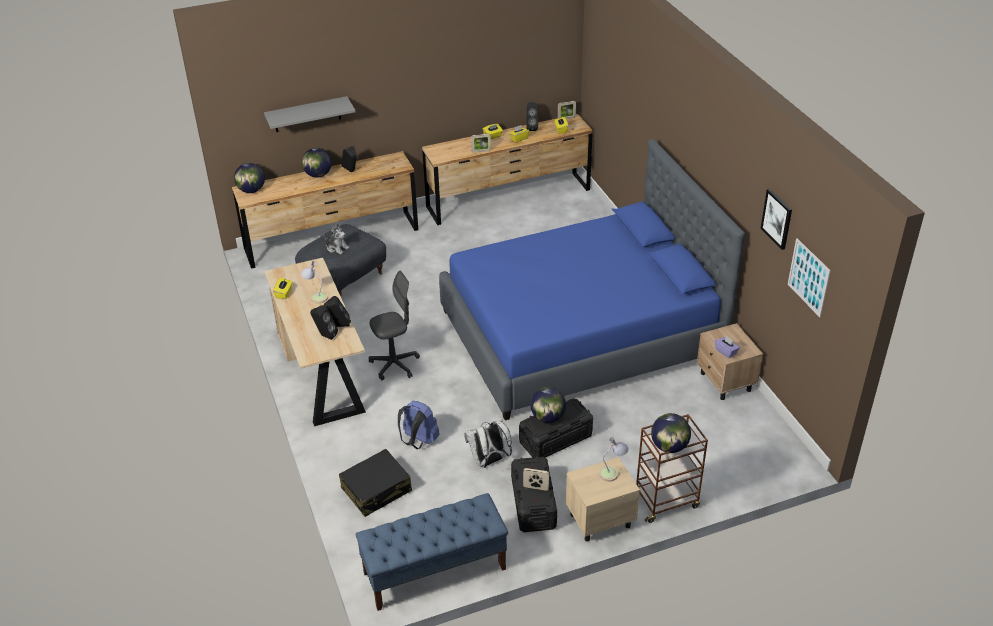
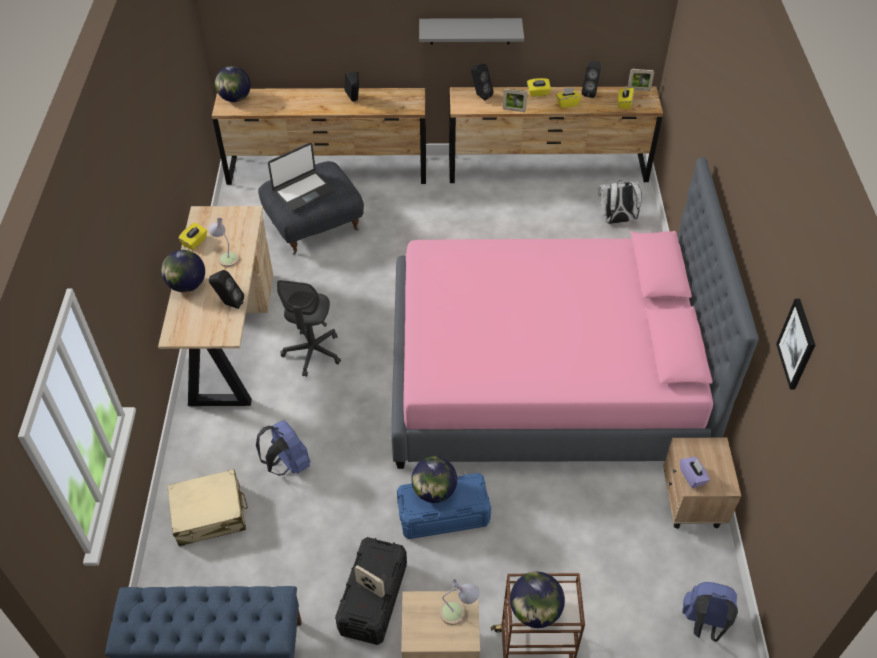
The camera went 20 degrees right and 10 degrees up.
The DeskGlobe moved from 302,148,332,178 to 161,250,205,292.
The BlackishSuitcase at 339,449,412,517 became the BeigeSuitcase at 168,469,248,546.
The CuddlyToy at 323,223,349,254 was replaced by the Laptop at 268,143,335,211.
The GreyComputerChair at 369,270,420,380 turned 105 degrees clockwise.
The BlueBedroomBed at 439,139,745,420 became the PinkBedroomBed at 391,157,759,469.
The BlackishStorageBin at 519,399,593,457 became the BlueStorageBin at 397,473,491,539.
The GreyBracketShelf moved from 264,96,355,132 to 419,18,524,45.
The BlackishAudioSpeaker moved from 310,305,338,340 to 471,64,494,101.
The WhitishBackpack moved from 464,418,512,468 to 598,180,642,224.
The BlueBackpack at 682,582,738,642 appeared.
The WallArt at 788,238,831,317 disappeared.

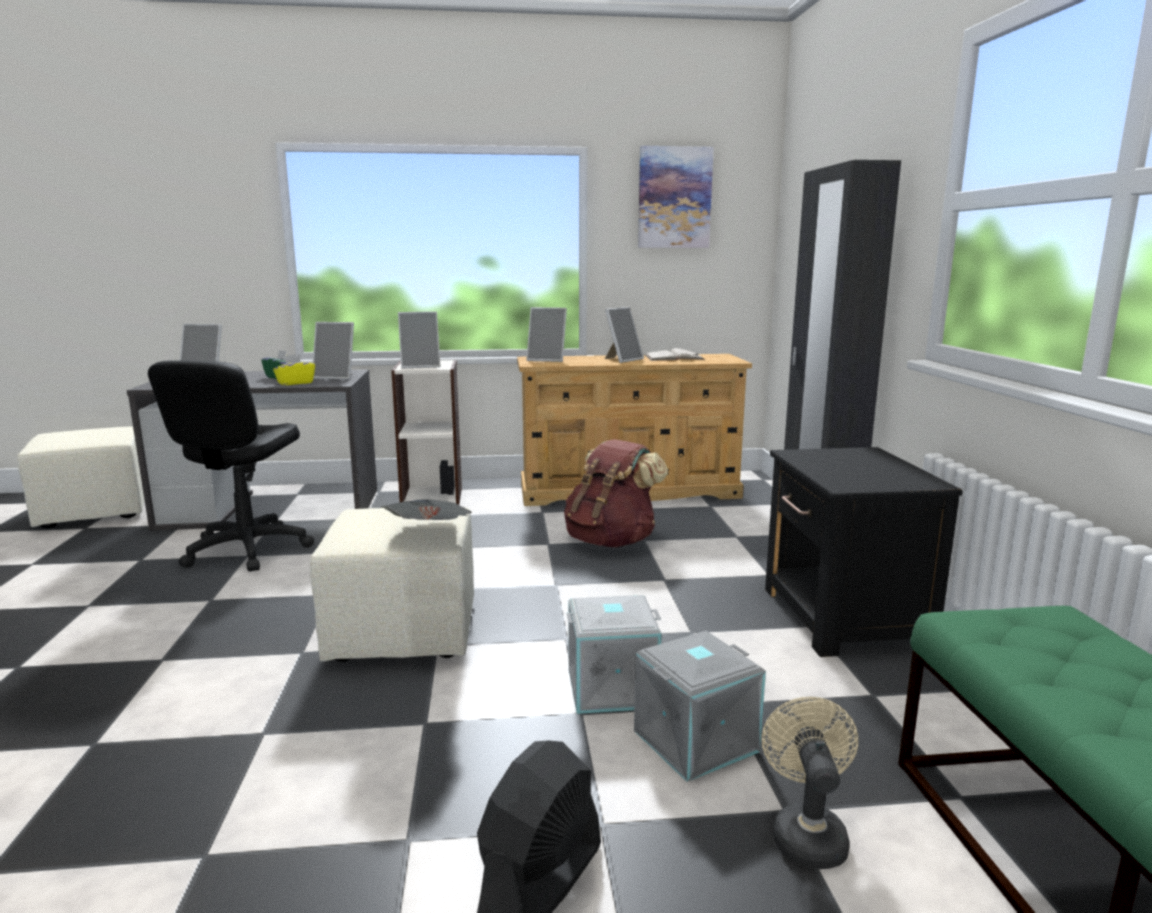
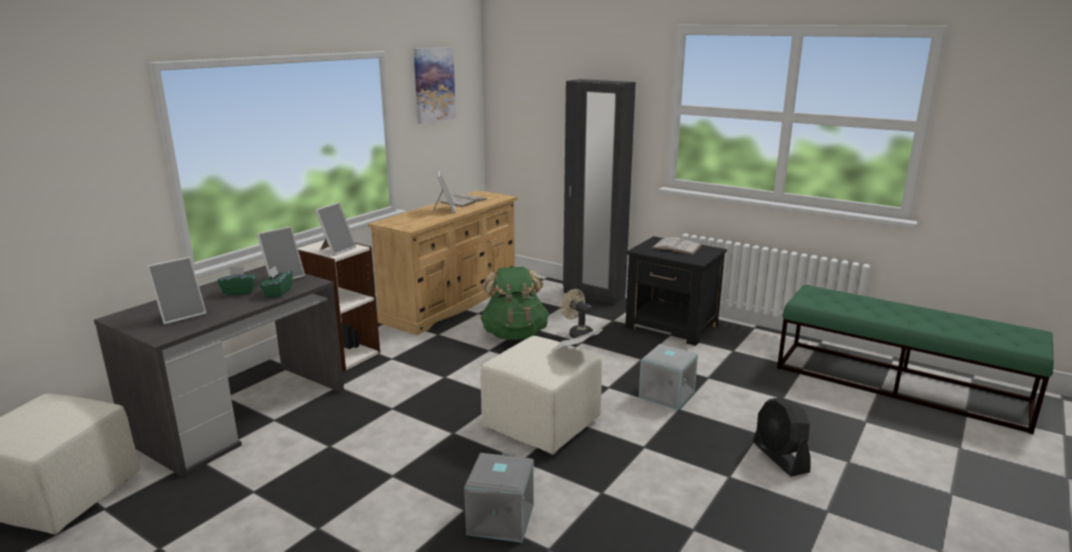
The camera went 50 degrees left and 5 degrees up.
The YellowColouredTissueHolder at 273,354,315,385 became the GreenTissueHolder at 260,266,293,297.
The GreyStorageBin moved from 634,631,766,782 to 464,453,534,543.
The BrownBackpack at 564,439,668,547 became the GreenBackpack at 480,267,549,339.
The BeigeElectricFan moved from 762,697,858,869 to 561,289,594,339.
The WhitishVolume at 651,236,702,255 appeared.
The BlackishComputerChair at 148,360,314,572 disappeared.
The StandingFrame at 526,307,567,362 disappeared.

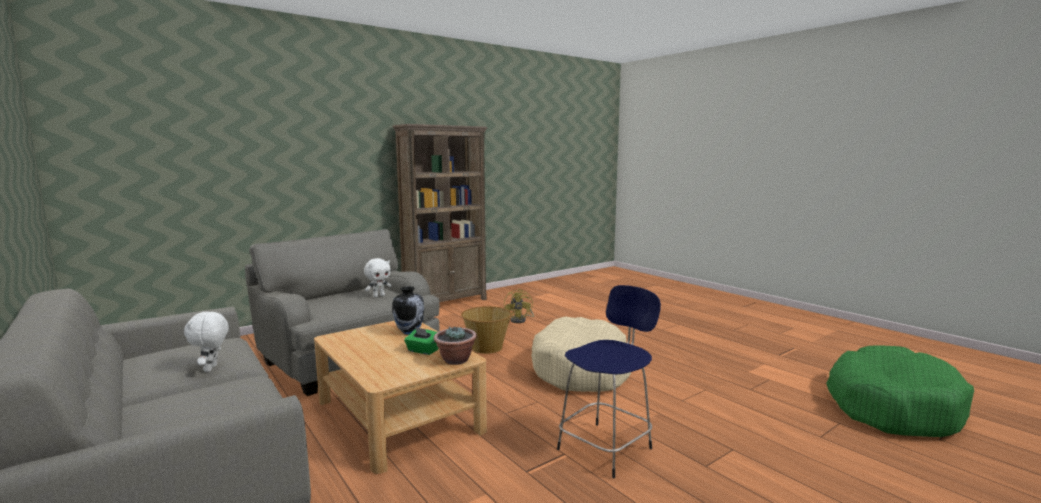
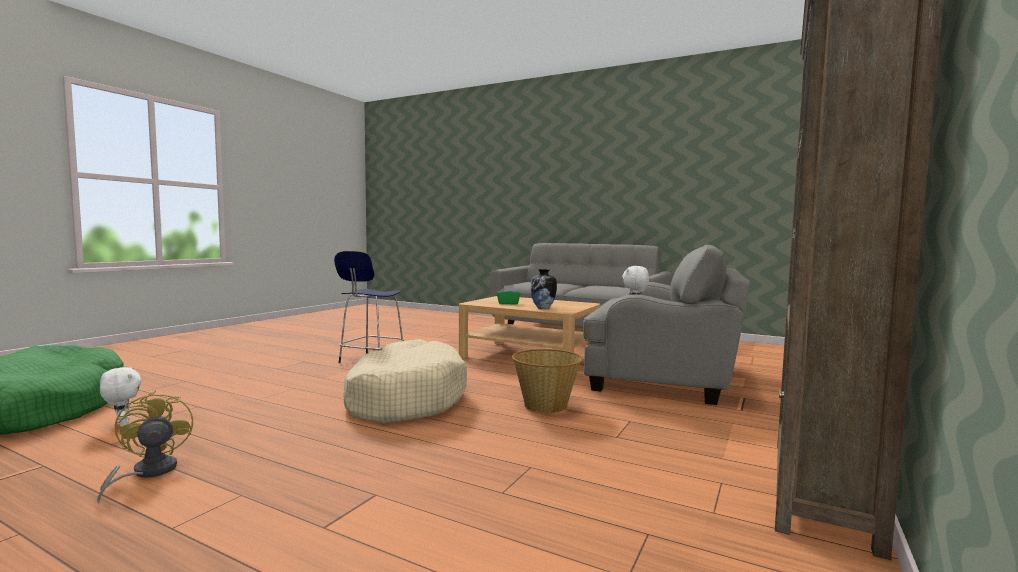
The camera went 155 degrees right and 5 degrees down.
The YellowColouredElectricFan moved from 504,289,534,323 to 97,391,193,503.
The WhitishCuddlyToy moved from 184,312,229,372 to 100,367,141,427.
The PlantInAPot at 434,327,477,365 disappeared.

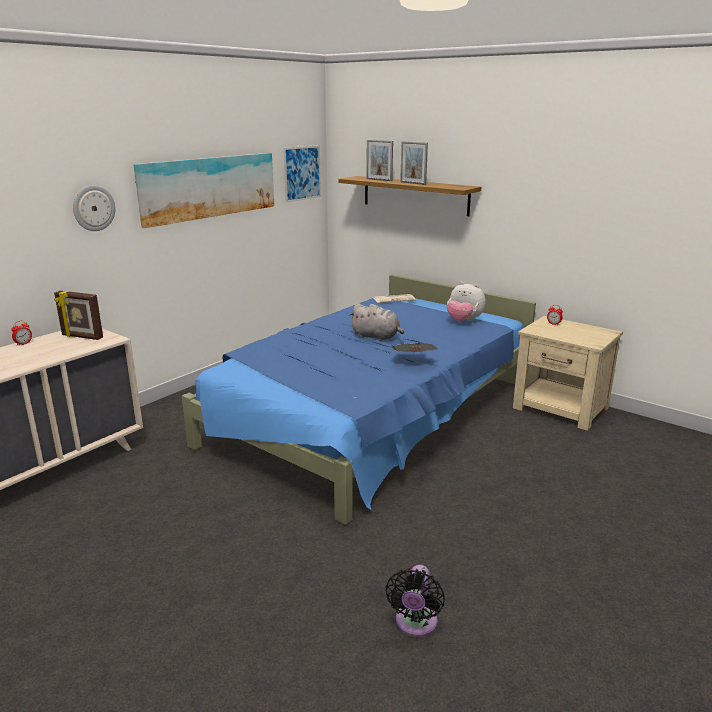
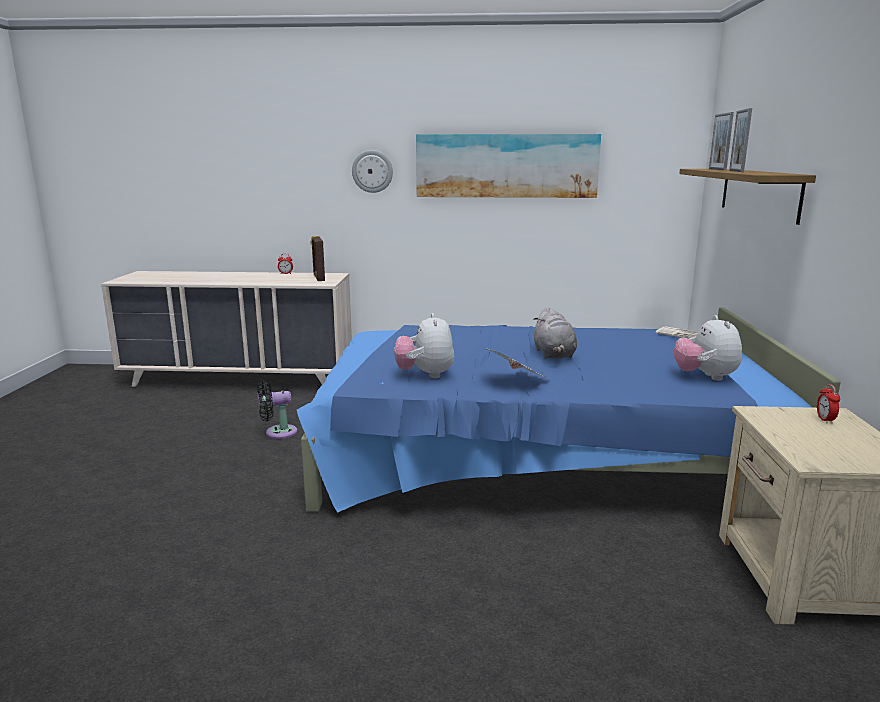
The camera went 55 degrees right and 5 degrees down.
The BlackishElectricFan moved from 386,565,445,637 to 257,380,297,439.
The CuddlyToy at 394,313,454,378 appeared.
The WallArt at 283,145,321,203 disappeared.

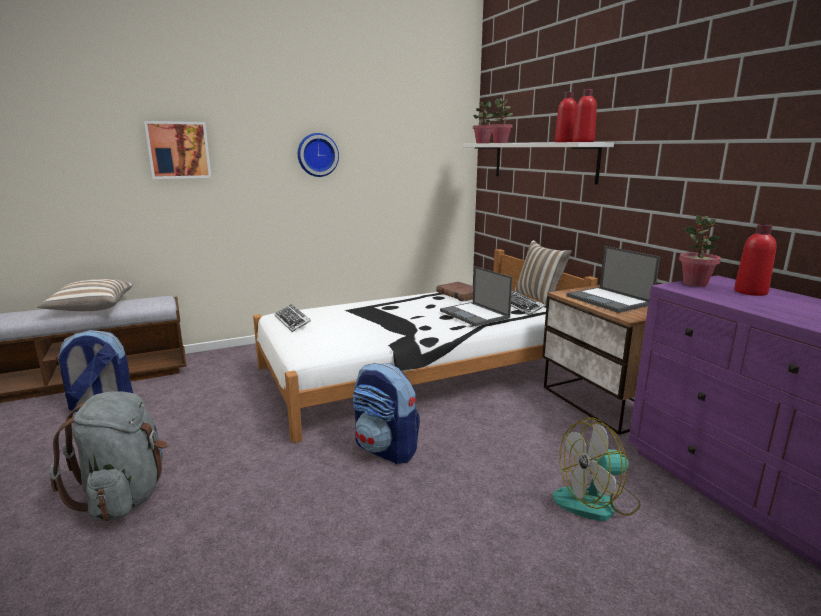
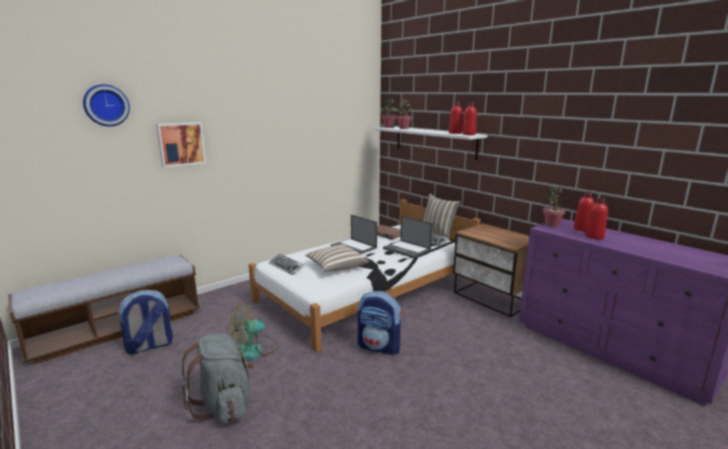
The camera went 15 degrees left and 0 degrees up.
The HangingClock moved from 298,133,339,177 to 83,84,130,126.
The ElectricFan moved from 552,417,641,521 to 230,303,279,360.
The ThrowPillow moved from 37,279,132,311 to 305,245,369,272.
The Laptop moved from 566,246,660,313 to 331,215,377,254.
The ReddishDrinkBottle at 585,197,608,239 appeared.

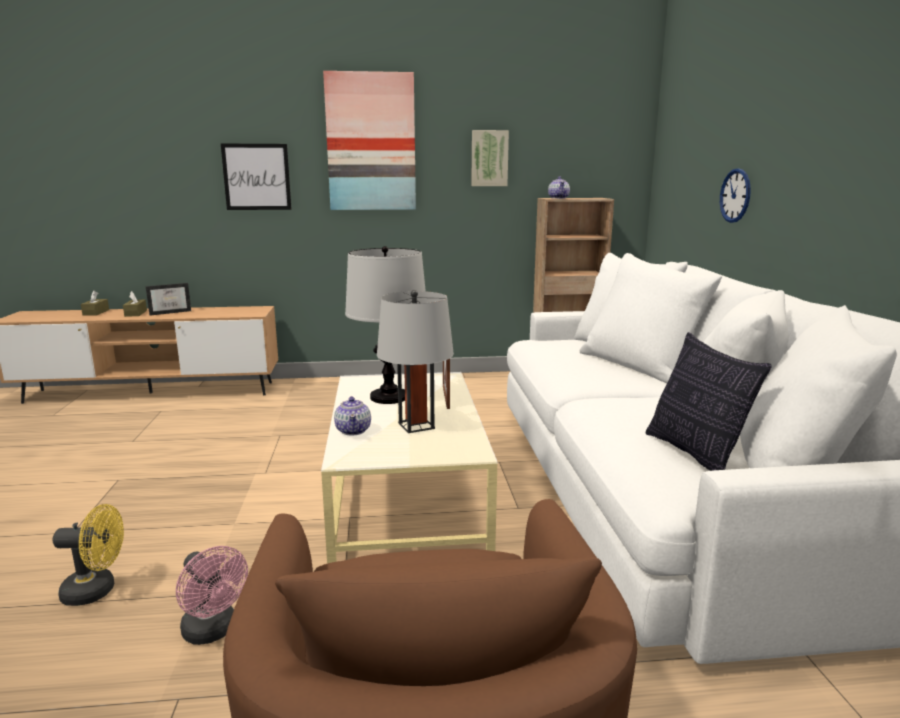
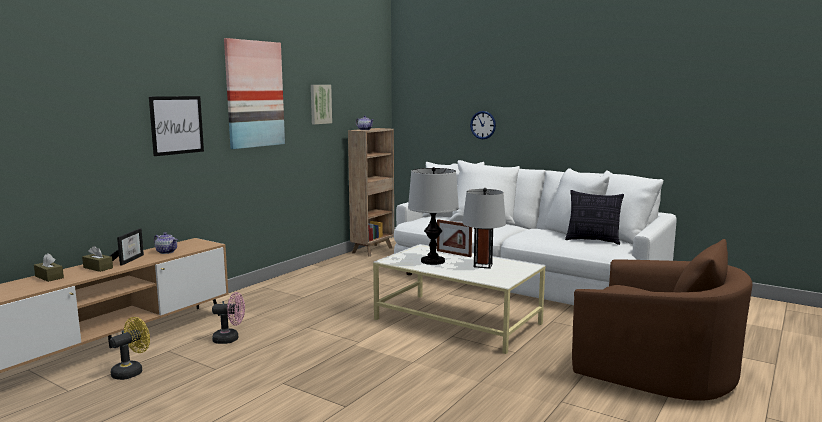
The camera went 50 degrees left and 5 degrees down.
The YellowColouredElectricFan moved from 53,504,124,606 to 110,317,150,380.
The Teapot moved from 334,396,371,435 to 154,232,177,254.
The PinkElectricFan moved from 176,546,248,645 to 212,292,245,344.

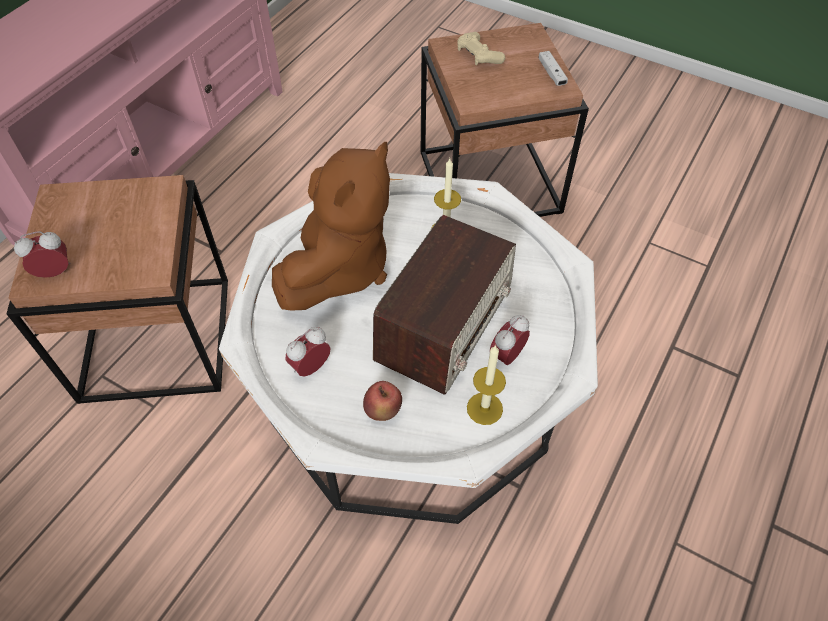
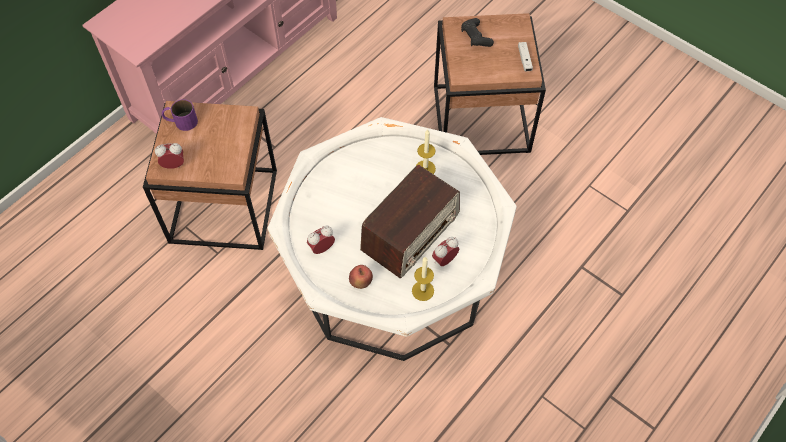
The camera went 10 degrees right and 5 degrees up.
The PurplishMug at 162,99,198,131 appeared.
The BeigeJoypad at 457,32,505,65 became the BlackishJoypad at 461,18,494,47.
The BrownCuddlyToy at 272,142,390,311 disappeared.

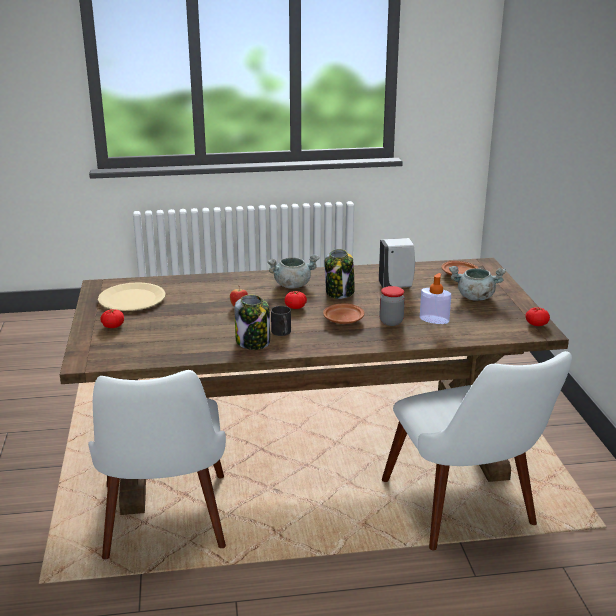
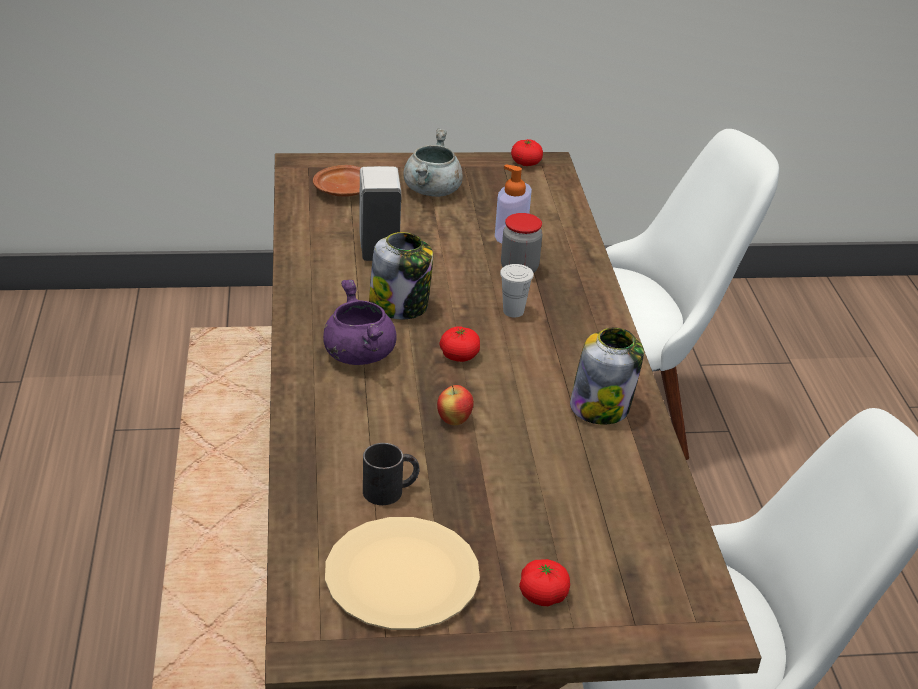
The camera went 90 degrees left and 10 degrees up.
The GreyStockpot at 267,255,320,289 became the PurplishStockpot at 323,280,397,365.
The BlackishMug moved from 271,306,291,336 to 363,443,419,505.
The BrownDinnerPlate at 323,304,364,324 was replaced by the WhitishDrinkingCup at 500,264,534,317.

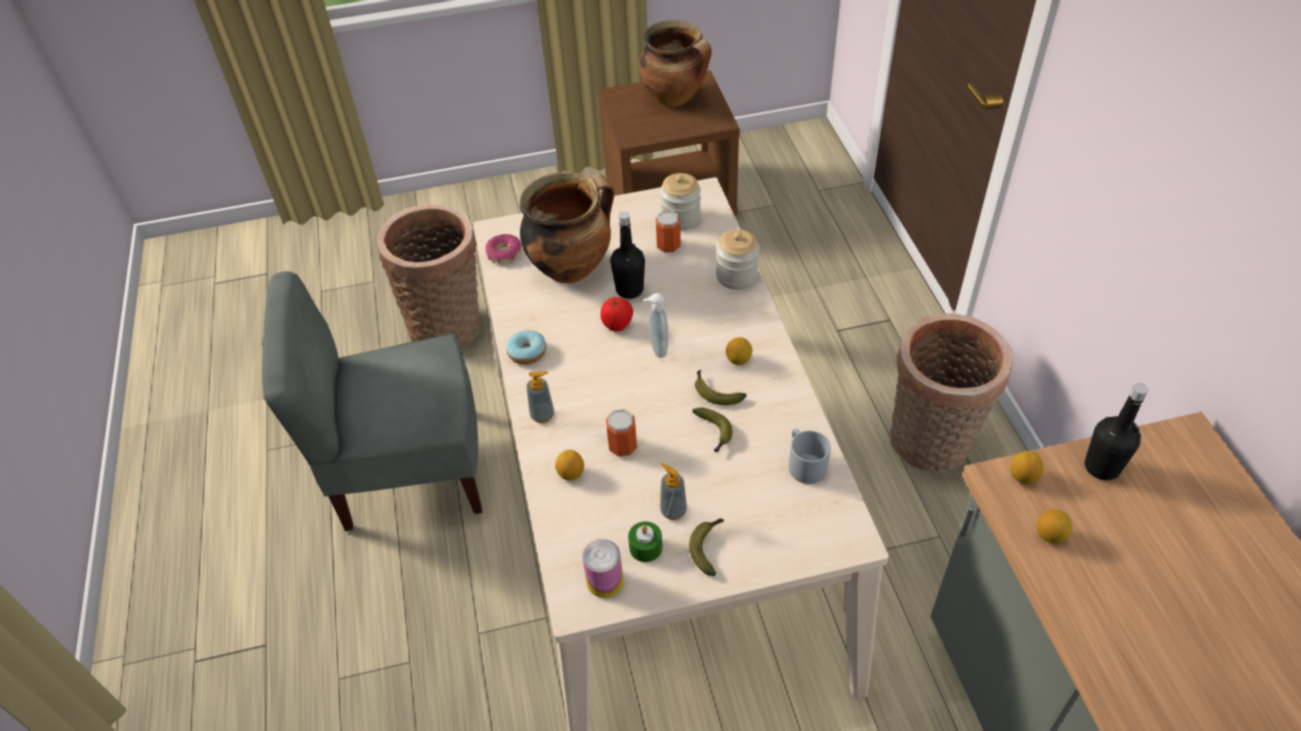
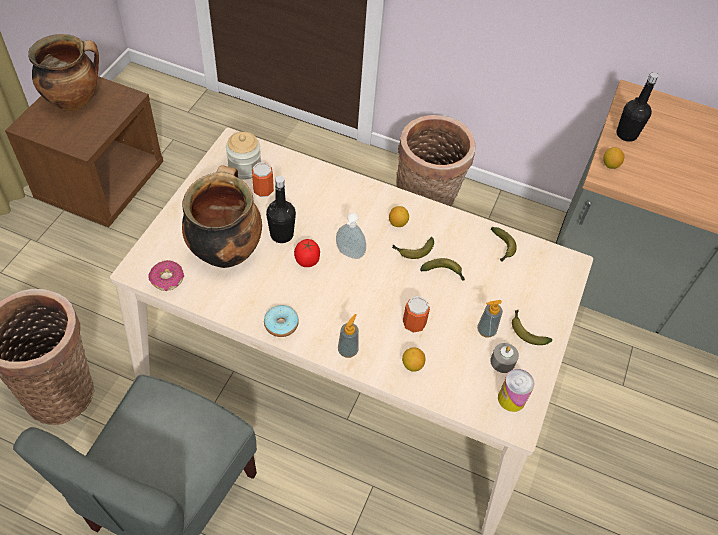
The camera went 60 degrees left and 5 degrees up.
The GreenWaxLight at 628,521,662,562 became the GreyWaxLight at 490,343,519,373.
The GreyMug at 789,429,831,484 was replaced by the WholeBanana at 491,227,517,262.
The PreserveJar at 716,229,759,290 disappeared.
The CitrusFruit at 1037,509,1072,544 disappeared.

